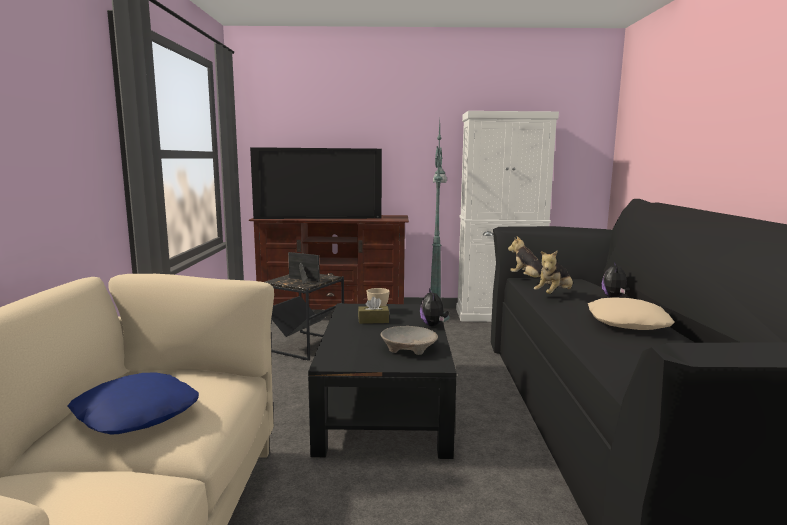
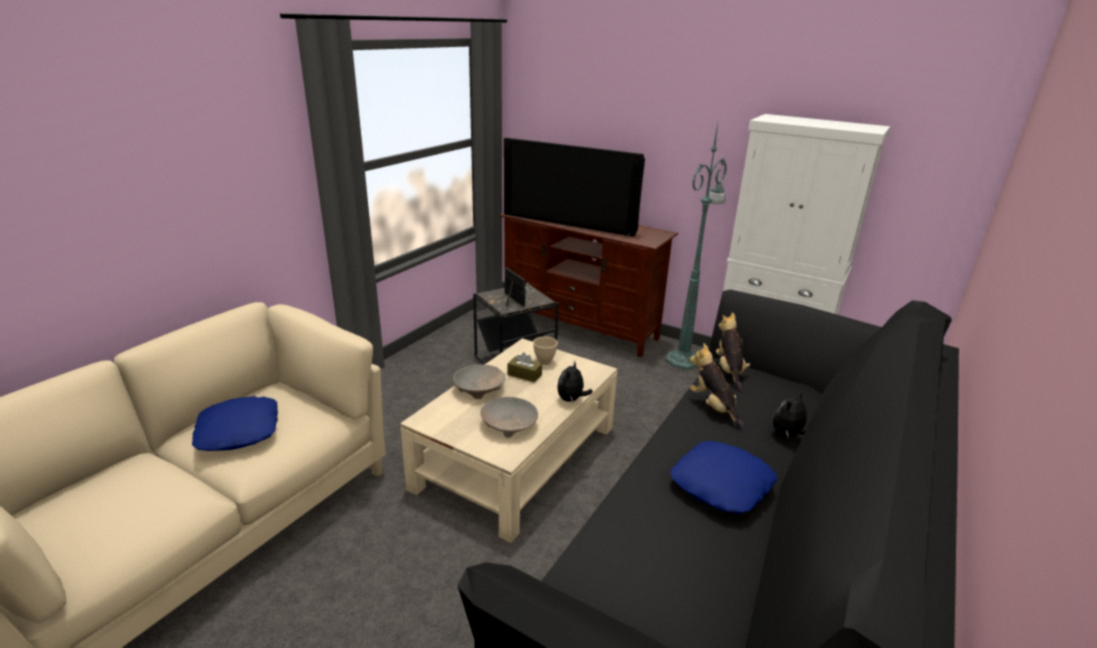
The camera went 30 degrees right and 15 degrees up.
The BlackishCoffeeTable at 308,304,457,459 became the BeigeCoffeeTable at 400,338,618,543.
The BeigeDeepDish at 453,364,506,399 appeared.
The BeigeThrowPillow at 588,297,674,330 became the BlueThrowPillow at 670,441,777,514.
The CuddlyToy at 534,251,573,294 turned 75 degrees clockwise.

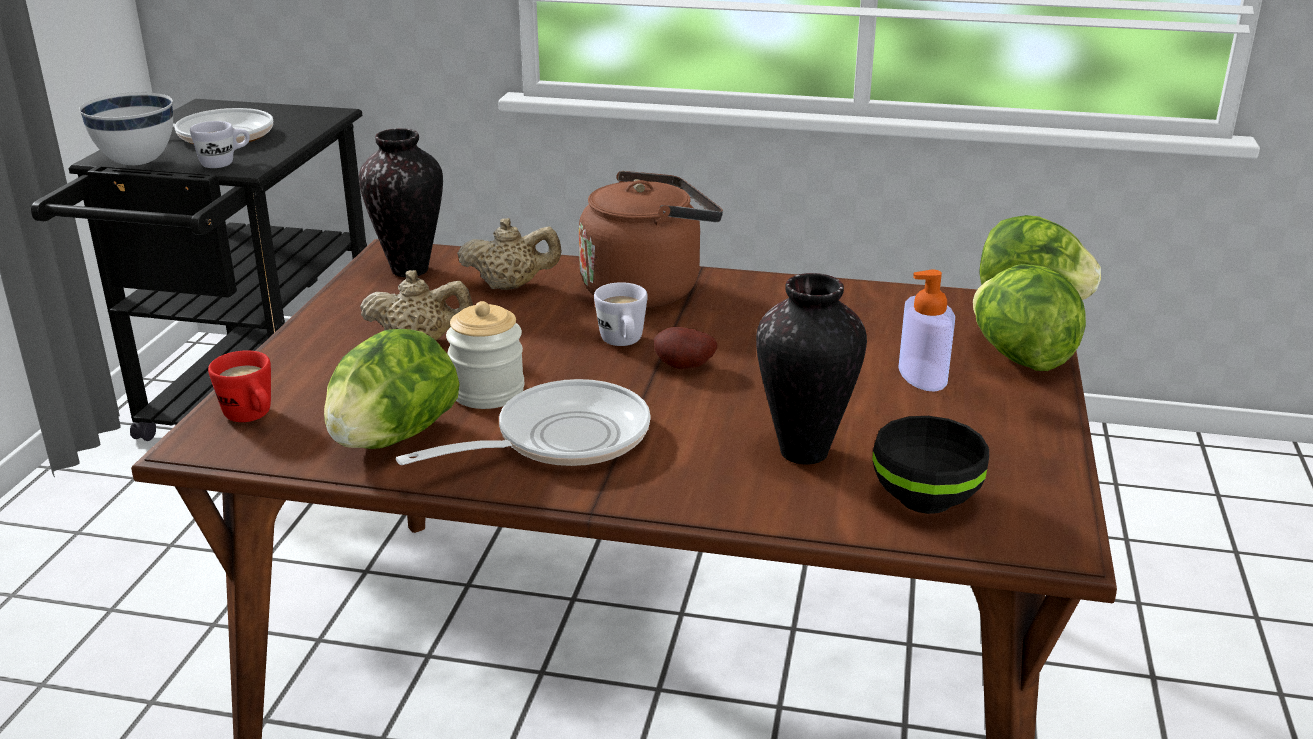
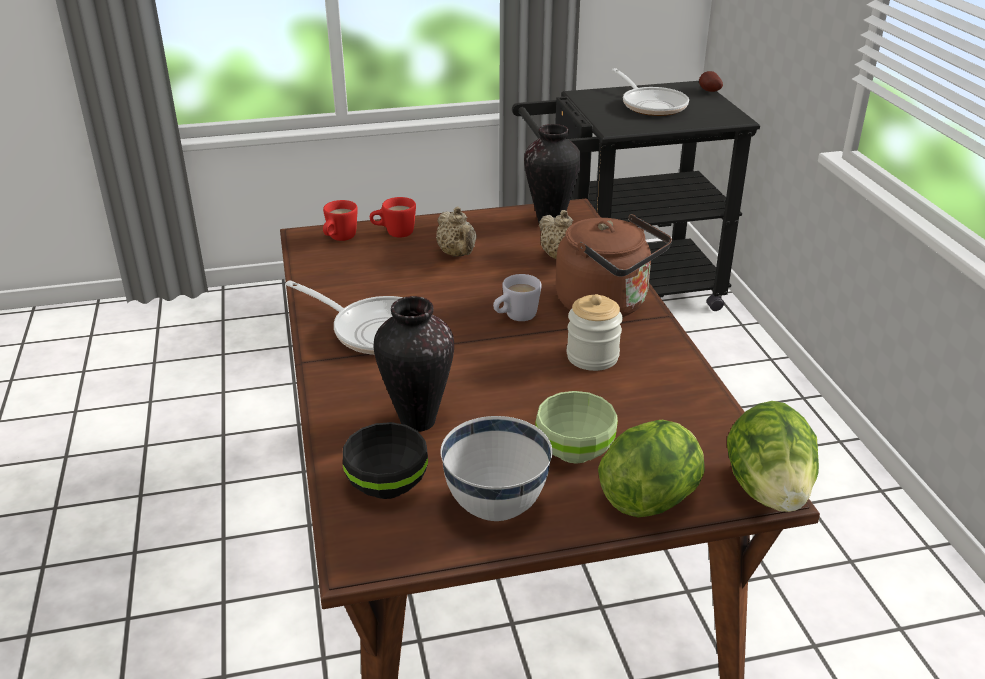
The camera went 65 degrees right and 5 degrees up.
The ReddishMug at 370,197,416,238 appeared.
The WhitishDeepDish moved from 79,92,173,165 to 441,416,553,521.
The SoapBottle at 898,270,955,392 was replaced by the GreenDeepDish at 536,391,618,464.
The PreserveJar moved from 446,301,525,409 to 567,294,623,371.
The WholePotato moved from 654,327,717,369 to 699,71,723,92.
The WhitishMug at 190,121,250,168 disappeared.
The Lettuce at 324,329,459,449 disappeared.

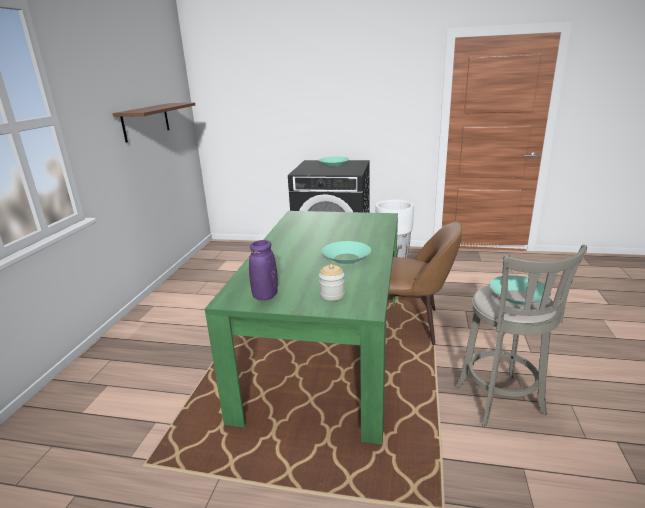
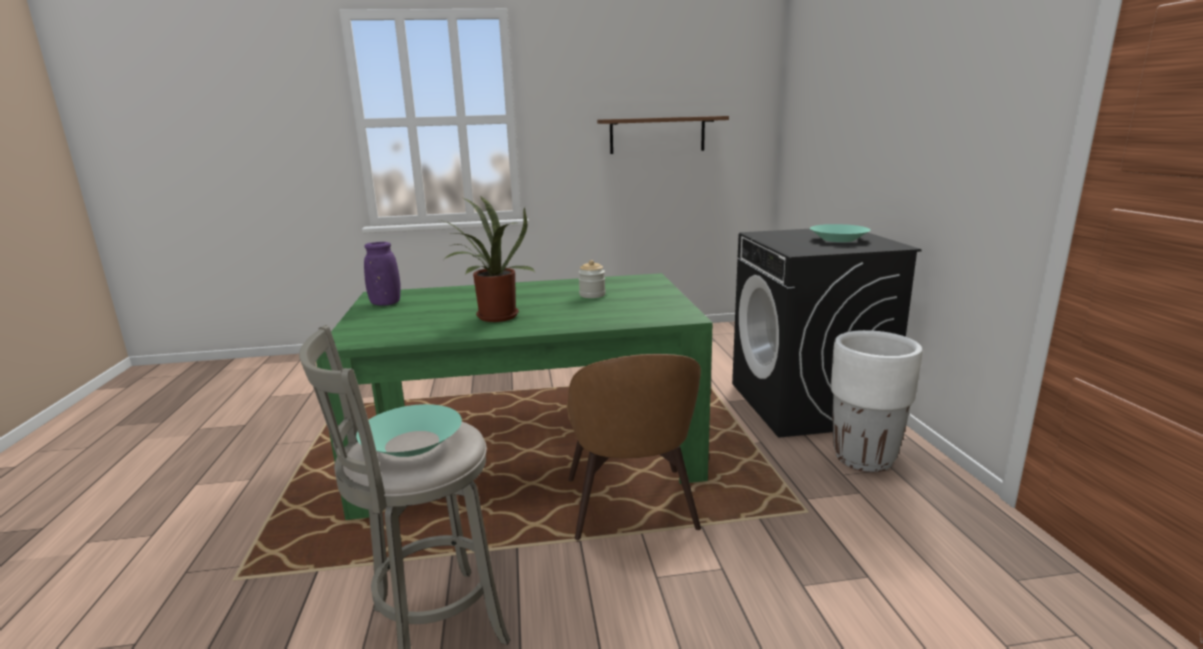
The camera went 70 degrees right and 5 degrees down.
The TurquoiseColouredDeepDish at 322,241,371,264 was replaced by the PlantInAPot at 440,195,535,322.
The PreserveJar moved from 319,264,345,301 to 578,260,606,298.

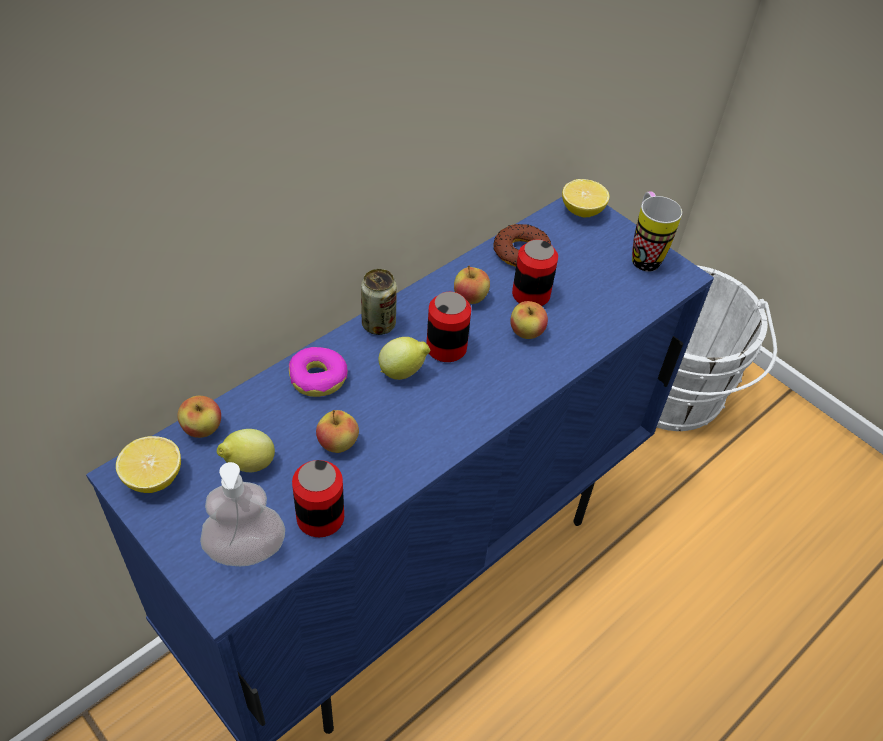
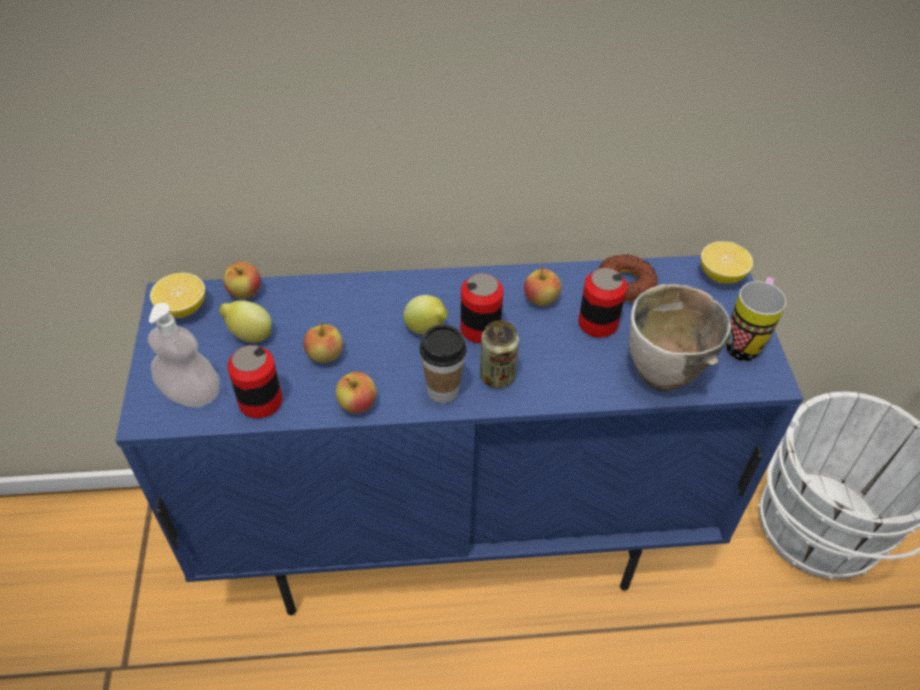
The camera went 40 degrees right and 0 degrees up.
The AppleFruit moved from 510,301,548,339 to 336,372,377,413.
The DrinkingCup at 420,325,466,403 appeared.
The MetalCan moved from 361,269,397,335 to 480,321,519,388.
The DeepDish at 629,284,731,392 appeared.
The RingDoughnut at 289,347,348,397 disappeared.

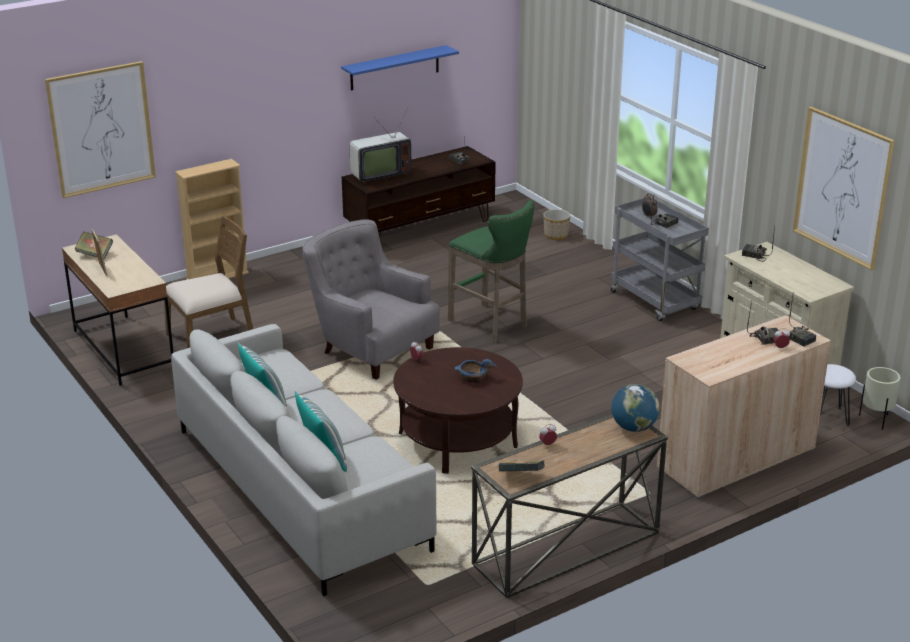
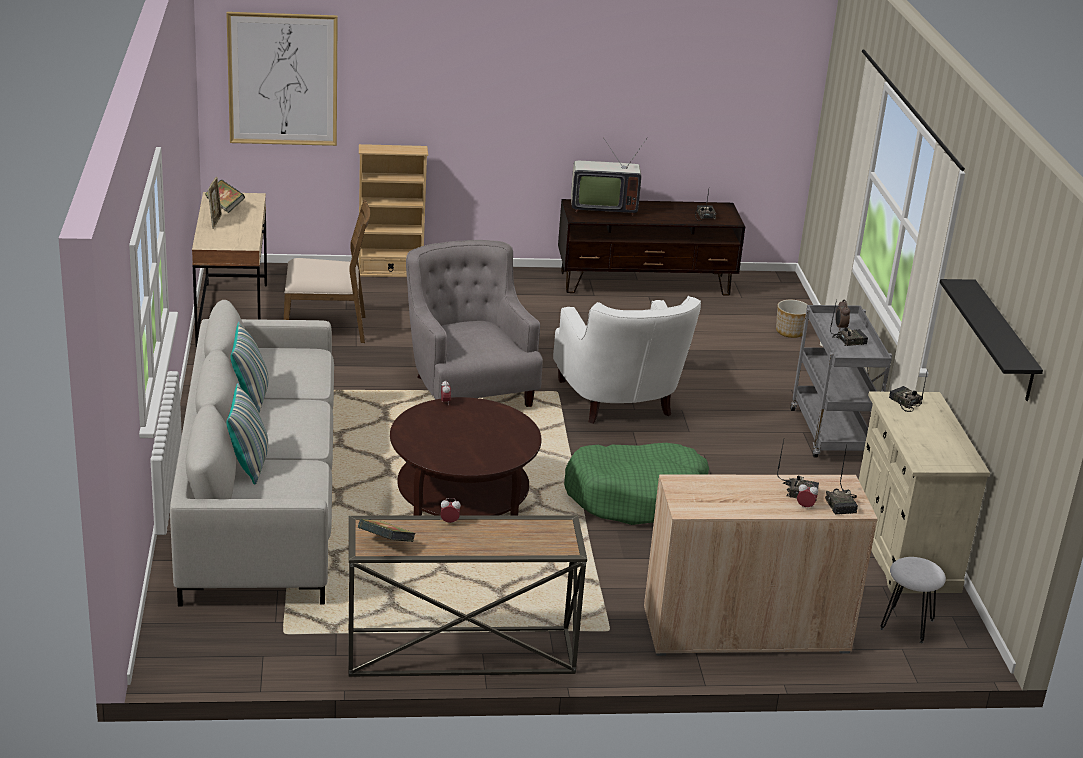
The camera went 25 degrees right and 0 degrees up.
The GreenStool at 448,200,534,342 was replaced by the WhitishLoungeChair at 553,296,701,424.
The GreenDogBed at 564,443,709,525 appeared.
The WallArt at 793,107,895,270 was replaced by the BlackishBracketShelf at 940,279,1043,401.
The BlueBracketShelf at 341,45,459,91 disappeared.
The BlueDeepDish at 454,359,497,383 disappeared.
The DeskGlobe at 611,384,659,432 disappeared.
The BeigePlantPot at 859,367,901,430 disappeared.

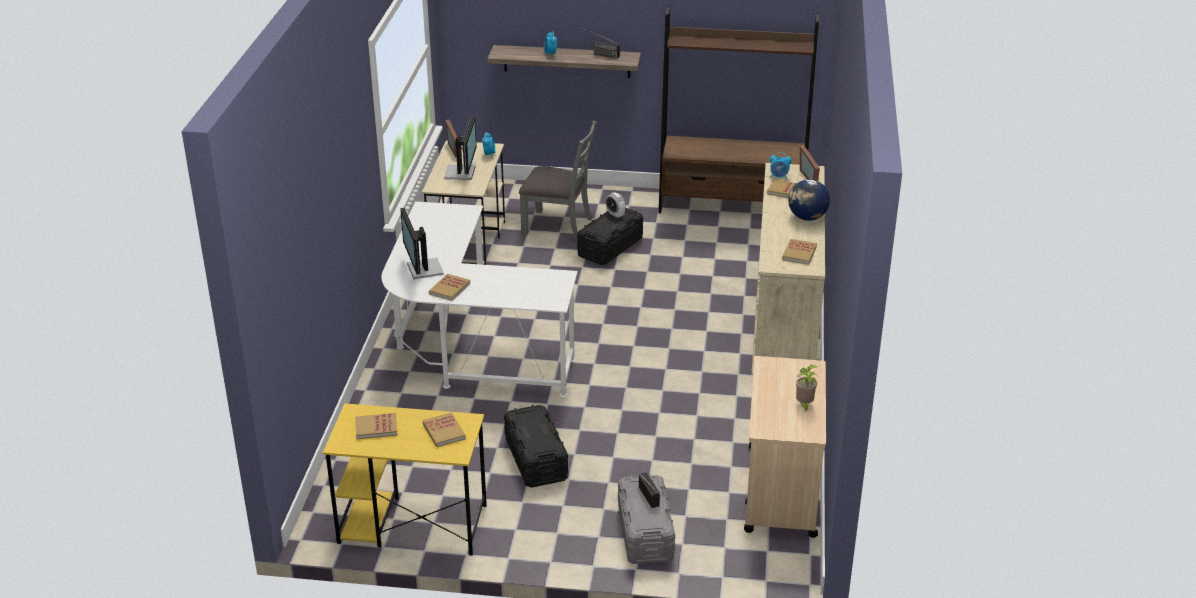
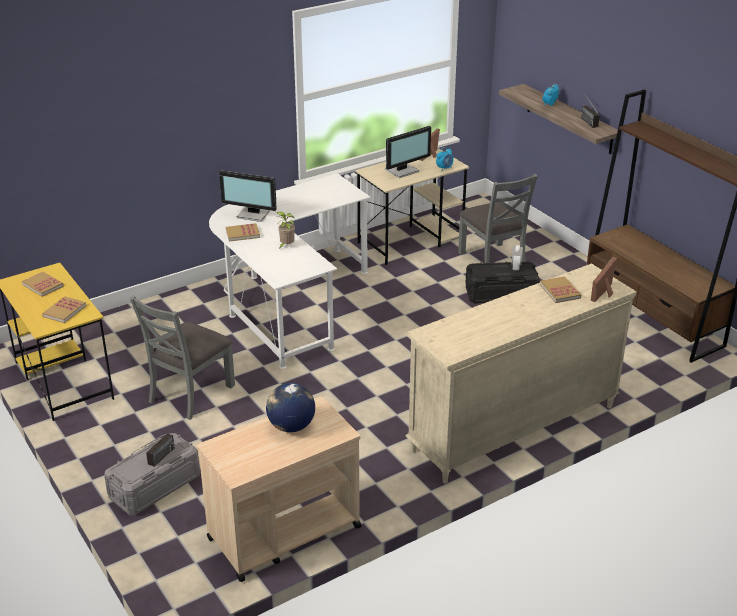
The camera went 50 degrees right and 0 degrees up.
The BlackishStorageBin at 504,405,568,488 was replaced by the GreyChair at 130,296,235,420.
The Monitor at 400,208,444,280 turned 105 degrees counterclockwise.
The DeskGlobe moved from 788,179,830,221 to 266,383,315,432.
The PlantInAPot moved from 796,365,817,413 to 277,212,295,249.
The TableClock at 770,152,792,179 disappeared.
The Volume at 782,239,817,265 disappeared.

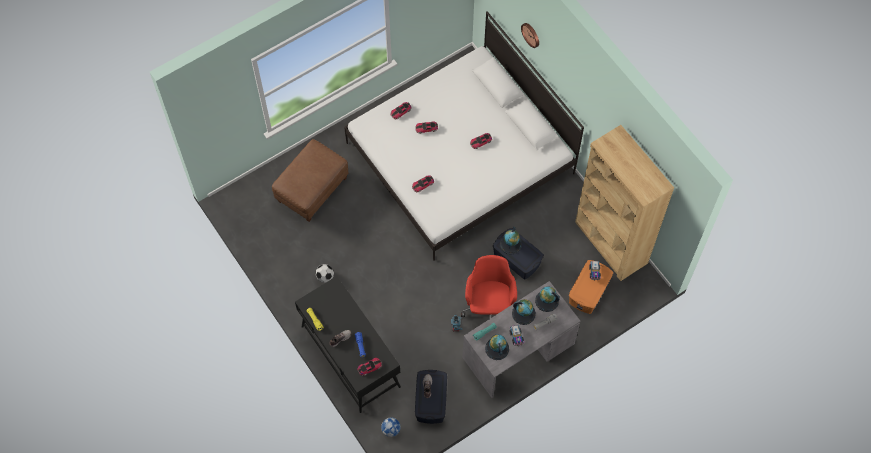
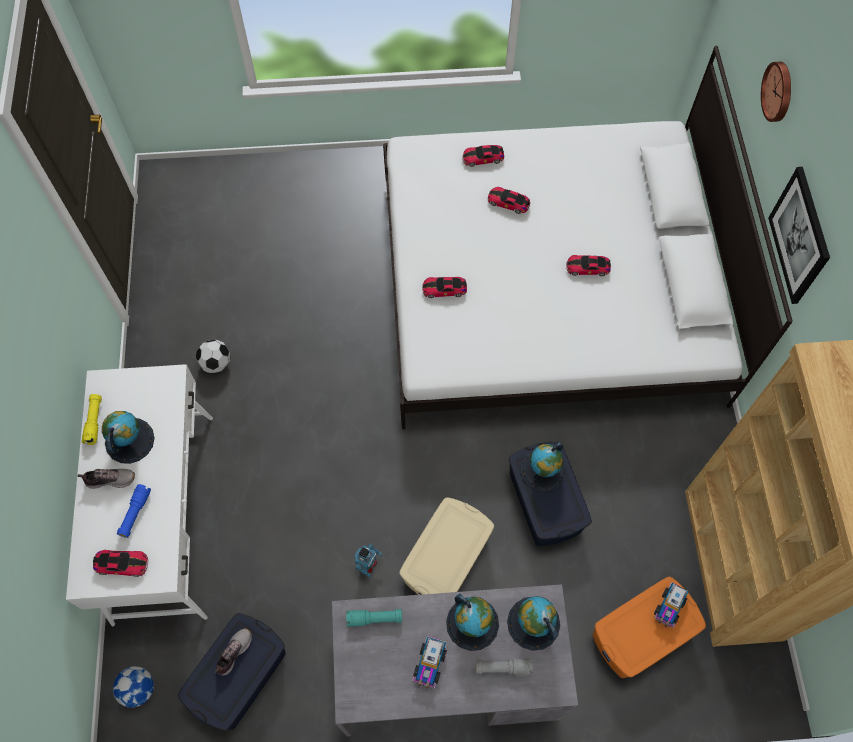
The camera went 30 degrees right and 0 degrees up.
The BlackishDeskTable at 295,276,401,413 became the WhitishDeskTable at 66,364,213,626.
The DeskGlobe moved from 485,334,509,360 to 102,411,155,464.
The ReddishComputerChair at 461,255,517,318 was replaced by the BeigeStorageBin at 400,497,494,595.
The WallArt at 768,167,830,304 appeared.
The BrownFootrest at 272,139,349,222 disappeared.

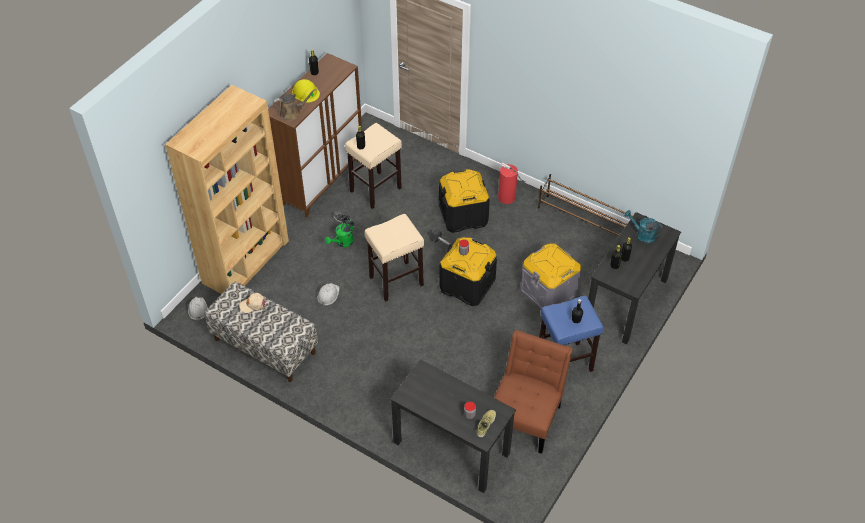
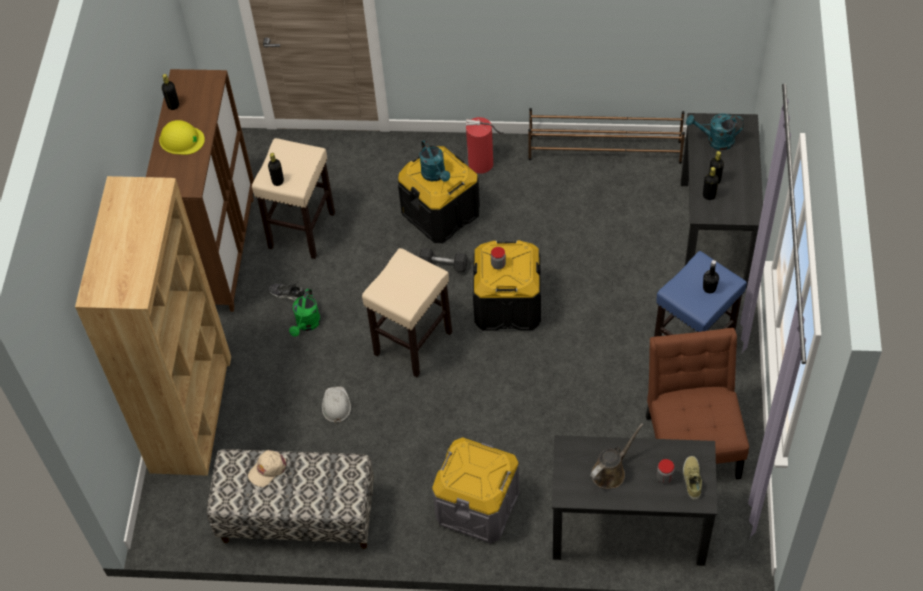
The camera went 25 degrees left and 5 degrees up.
The TurquoiseColouredSprinklingCan at 419,140,450,182 appeared.
The GreyStorageBin moved from 521,243,581,309 to 432,438,519,543.
The BrownSprinklingCan moved from 273,89,317,121 to 590,423,644,489.
The WhitishWorkHelmet at 188,297,208,321 disappeared.

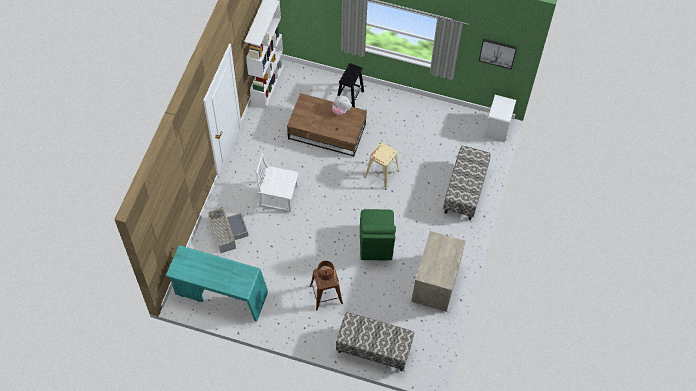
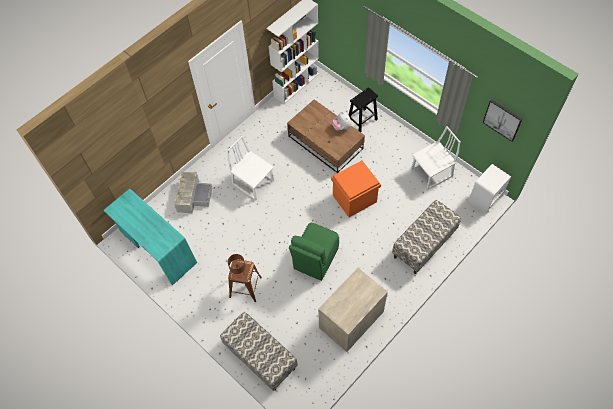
The camera went 30 degrees right and 0 degrees up.
The BeigeStool at 364,142,400,190 was replaced by the OrangeStorageBin at 331,161,381,217.
The WhitishChair at 411,126,460,190 appeared.

